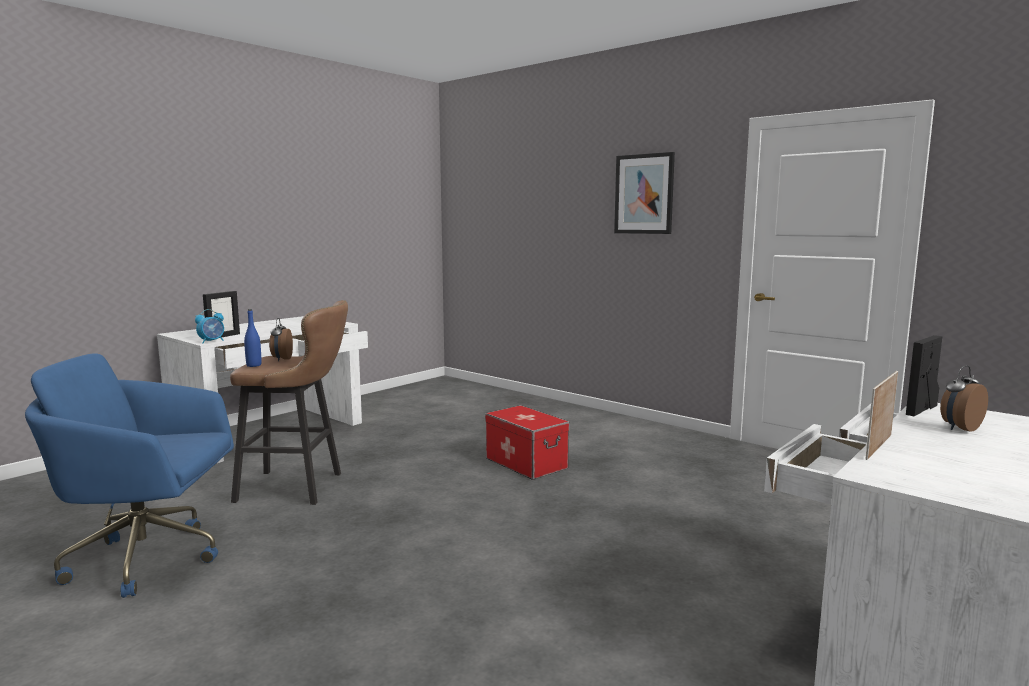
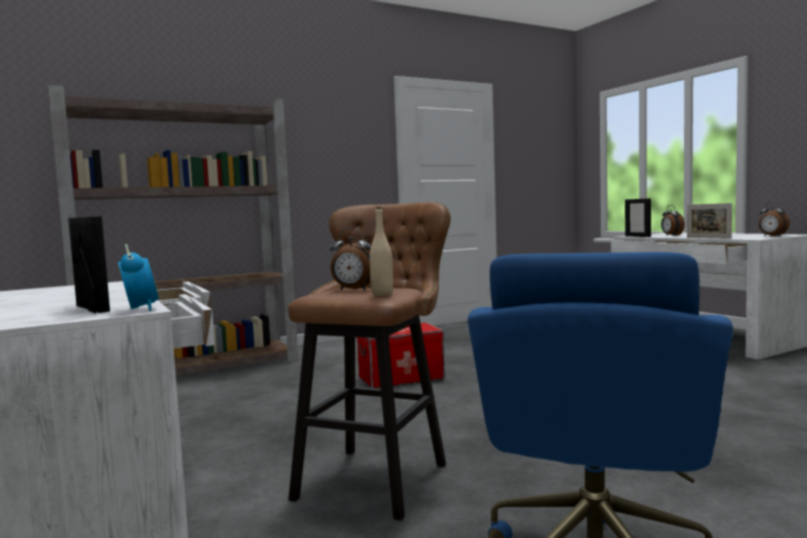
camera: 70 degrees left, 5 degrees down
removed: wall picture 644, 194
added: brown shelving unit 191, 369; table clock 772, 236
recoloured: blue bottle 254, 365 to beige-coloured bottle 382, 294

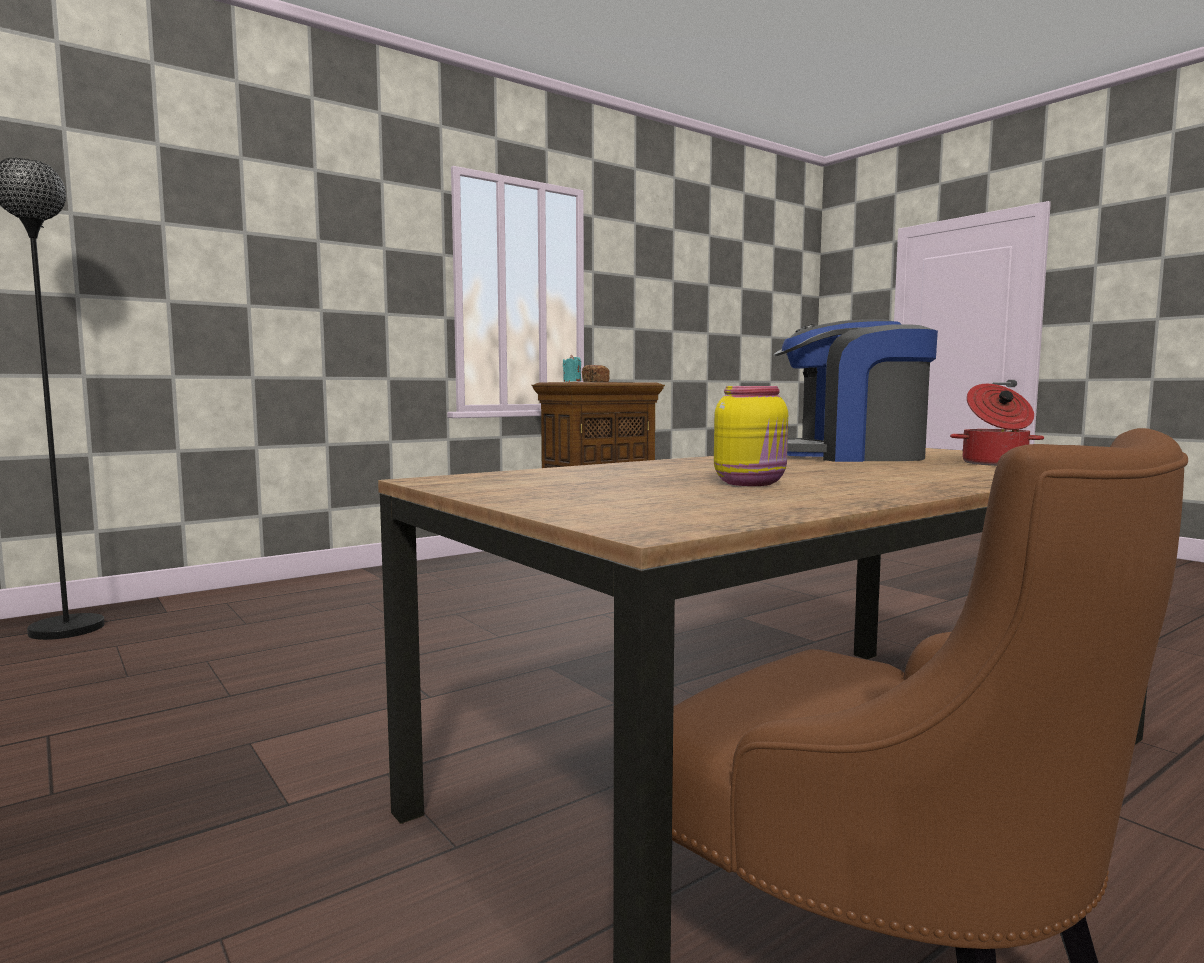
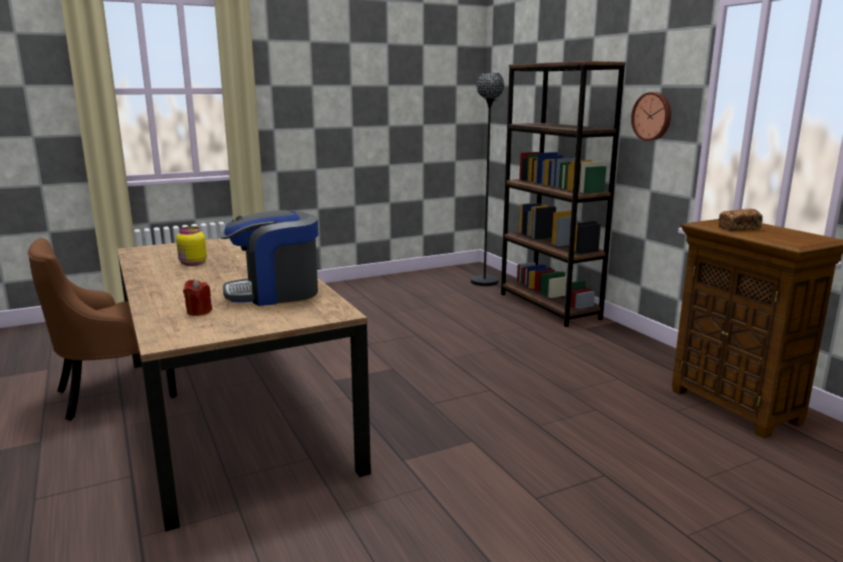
camera: 100 degrees right, 10 degrees up
removed: blue-green wax light 572, 381
added: brown shelving unit 549, 306; wall clock 652, 116
replaced: cooking pot 994, 463 to red wax light 199, 312
turned: coffee brewer 850, 456 = 274, 293 120 degrees counterclockwise

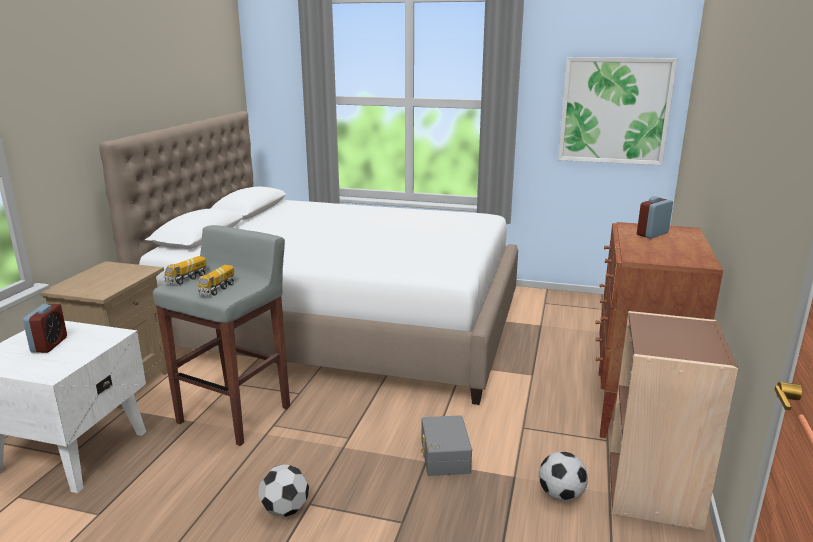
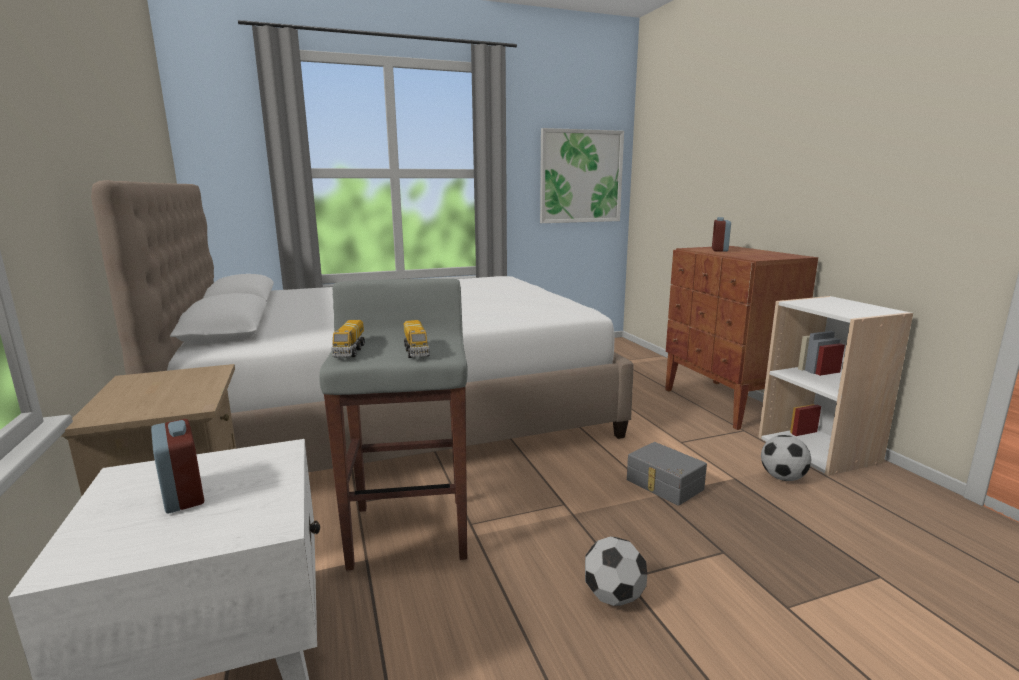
camera: 35 degrees left, 5 degrees down
recoloured: brown shelving unit 654, 489 to white shelving unit 819, 449

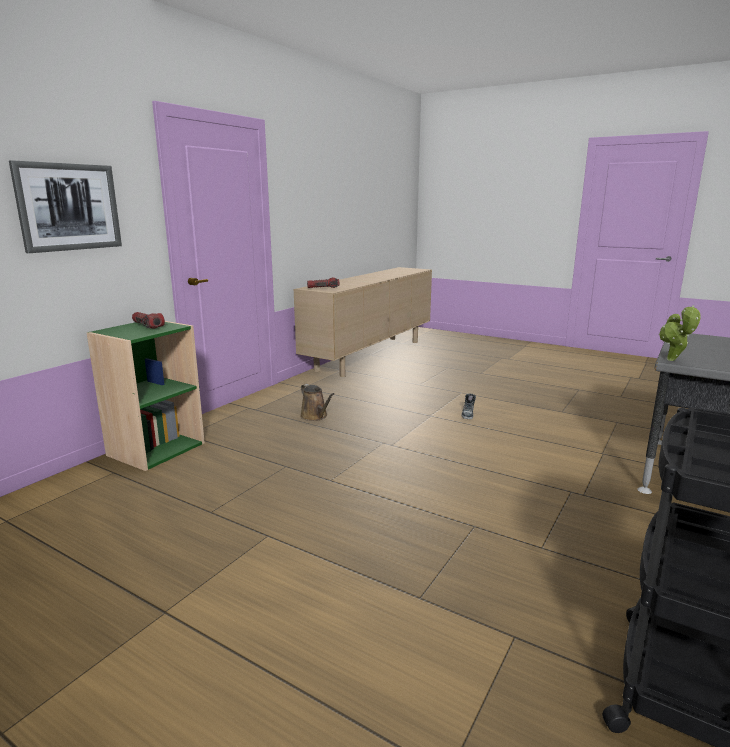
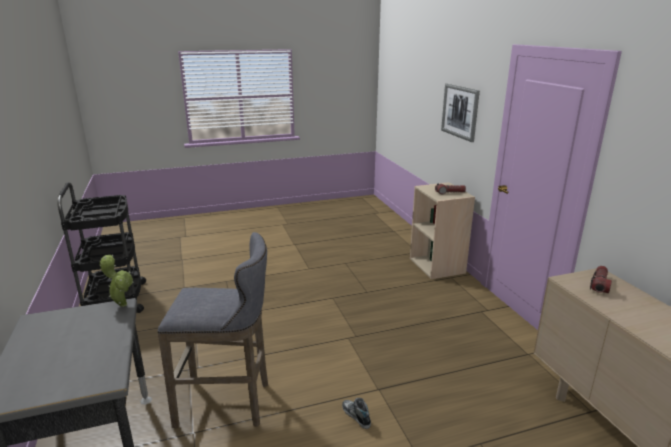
camera: 130 degrees right, 5 degrees up
removed: brown watering can 315, 416
added: greyish sitting stool 228, 403
recoloured: green-coloured shelving unit 156, 448 to beige-coloured shelving unit 437, 266

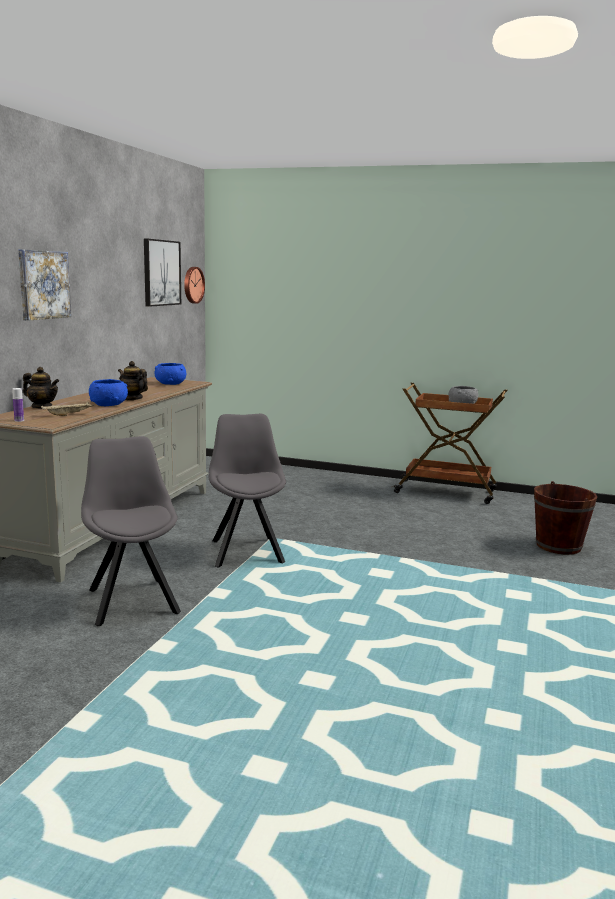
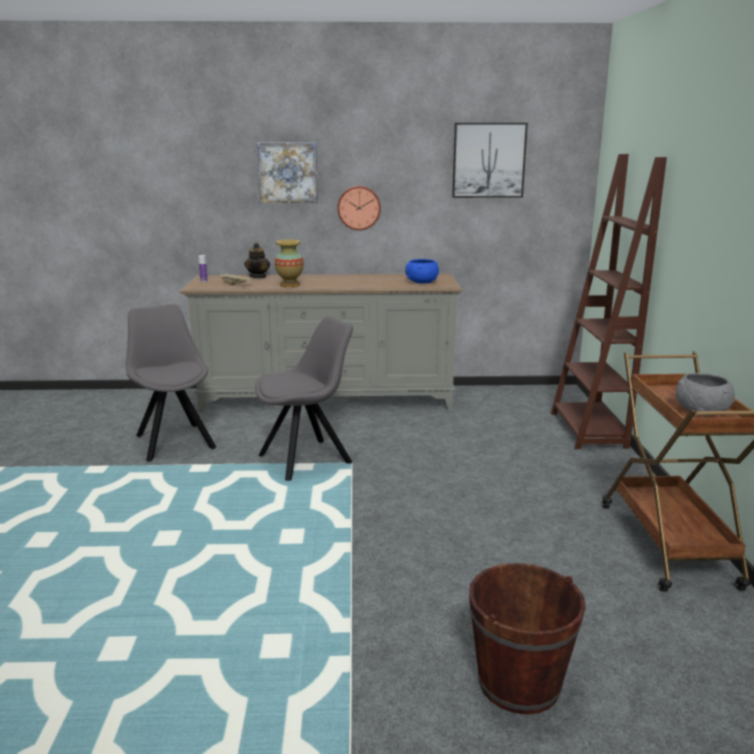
camera: 70 degrees right, 5 degrees up
removed: teapot 133, 398
added: brown shelving unit 588, 430
moved: wall clock 192, 285 to 359, 207
replaced: blue bowl 108, 404 to flower vase 290, 285
turned: greyish upright chair 132, 601 = 174, 441 75 degrees counterclockwise

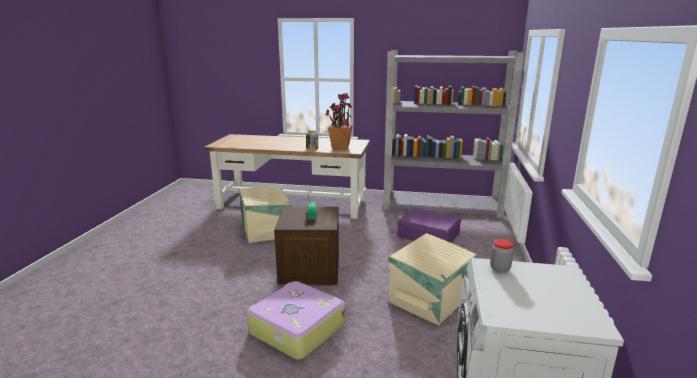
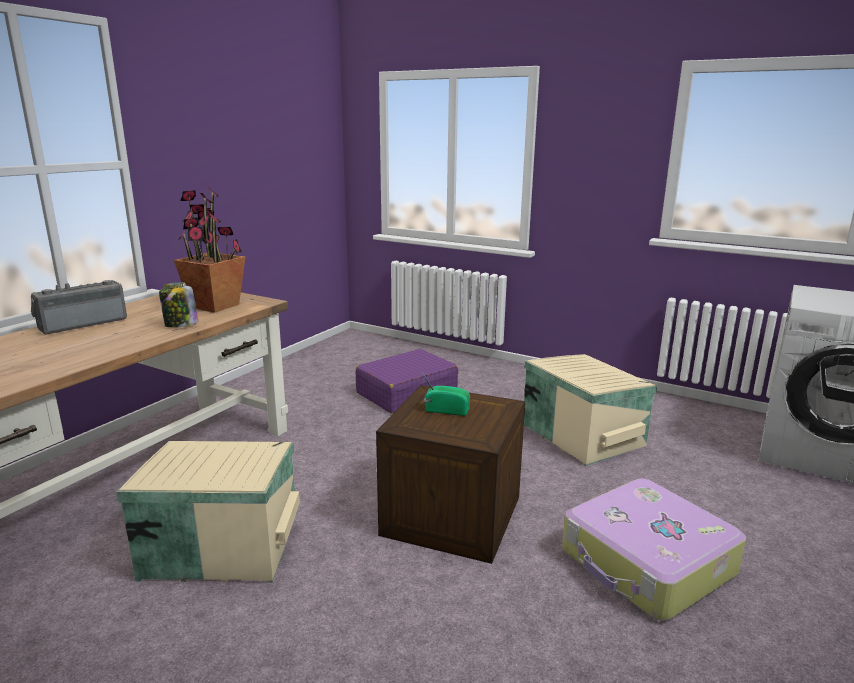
camera: 70 degrees left, 0 degrees up
removed: greyish shelving unit 441, 206; preserve jar 500, 269
added: radio 83, 323

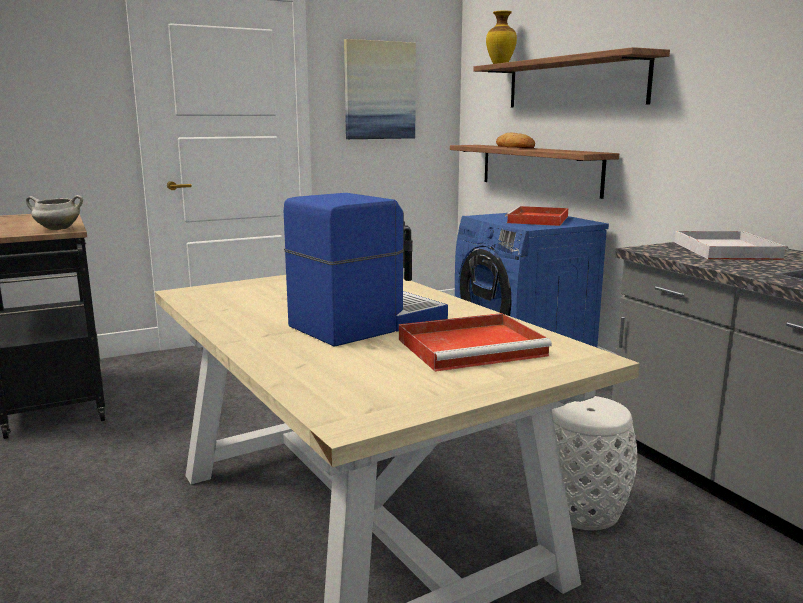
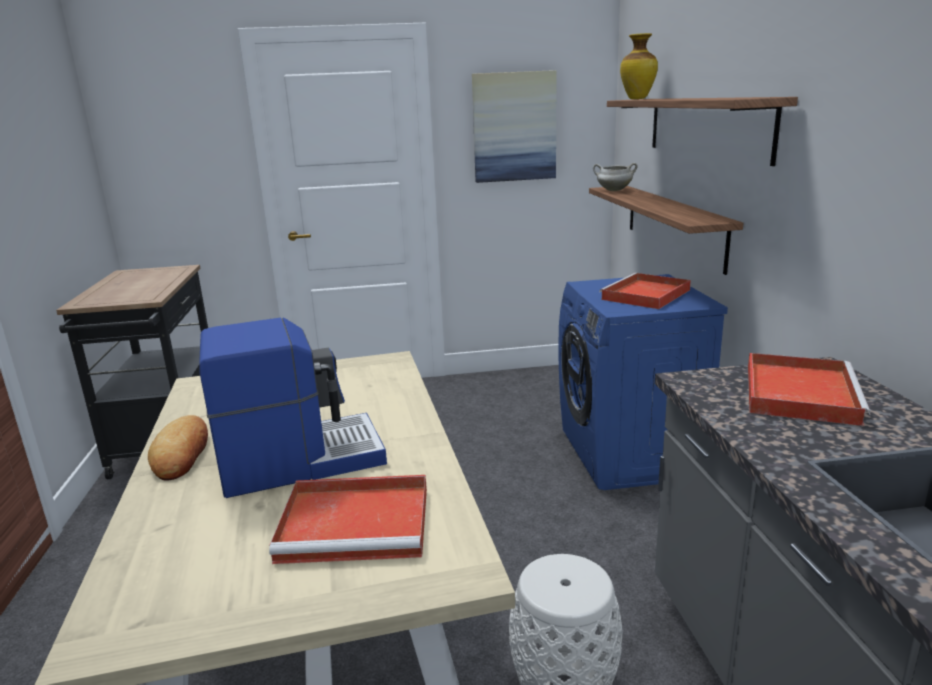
camera: 20 degrees right, 5 degrees up
moved: white cooking pot 57, 229 to 613, 190; bread 514, 147 to 182, 453
recoloured: white carrying tray 724, 250 to red carrying tray 798, 392

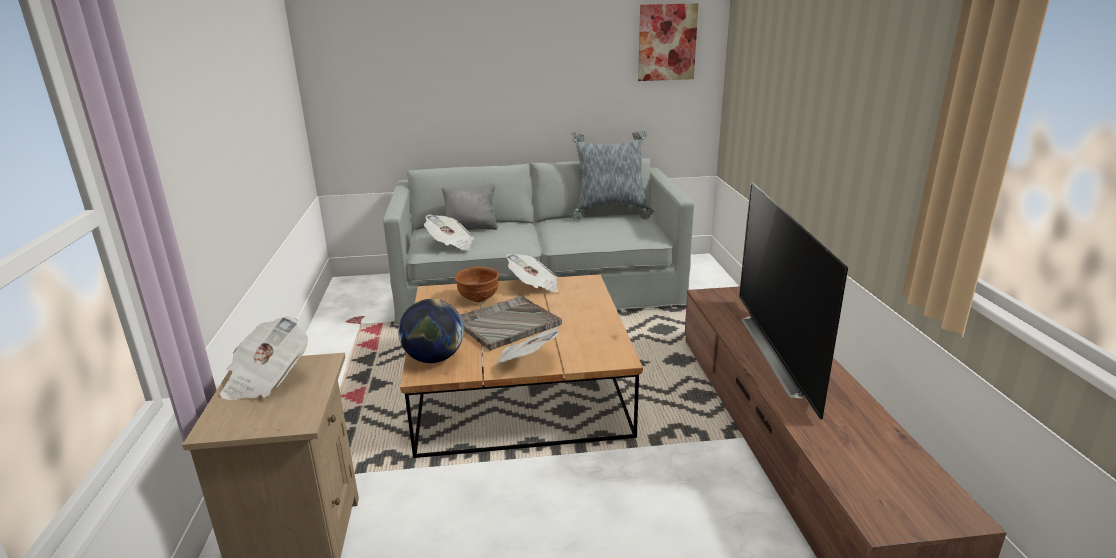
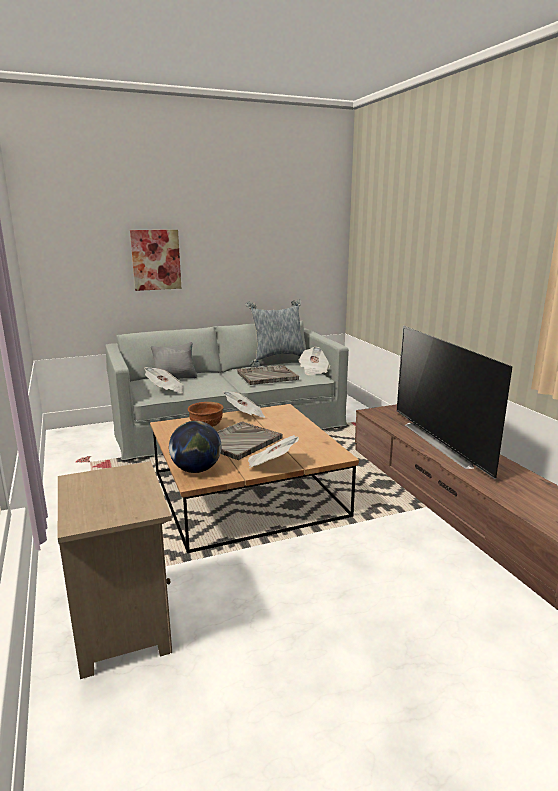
camera: 15 degrees left, 5 degrees down
added: greyish carrying tray 266, 376
moved: daily paper 266, 379 to 314, 370; wall picture 667, 42 to 156, 260

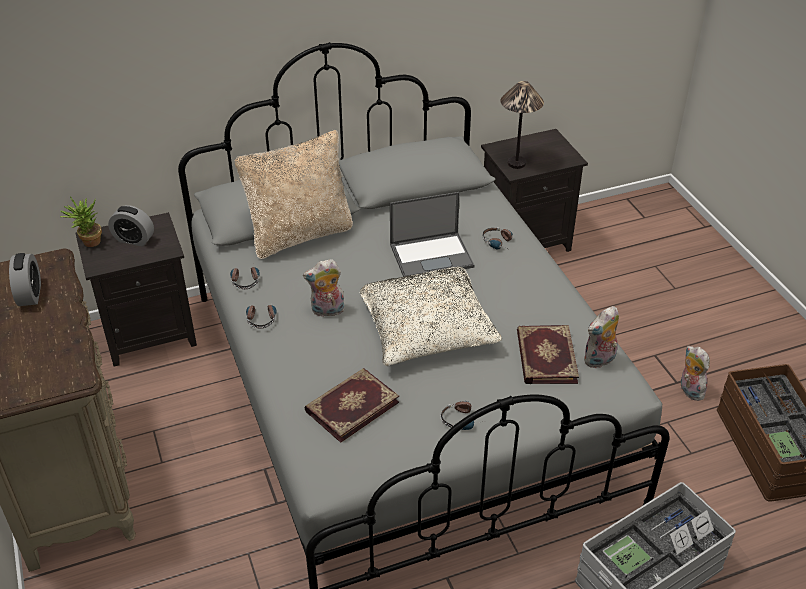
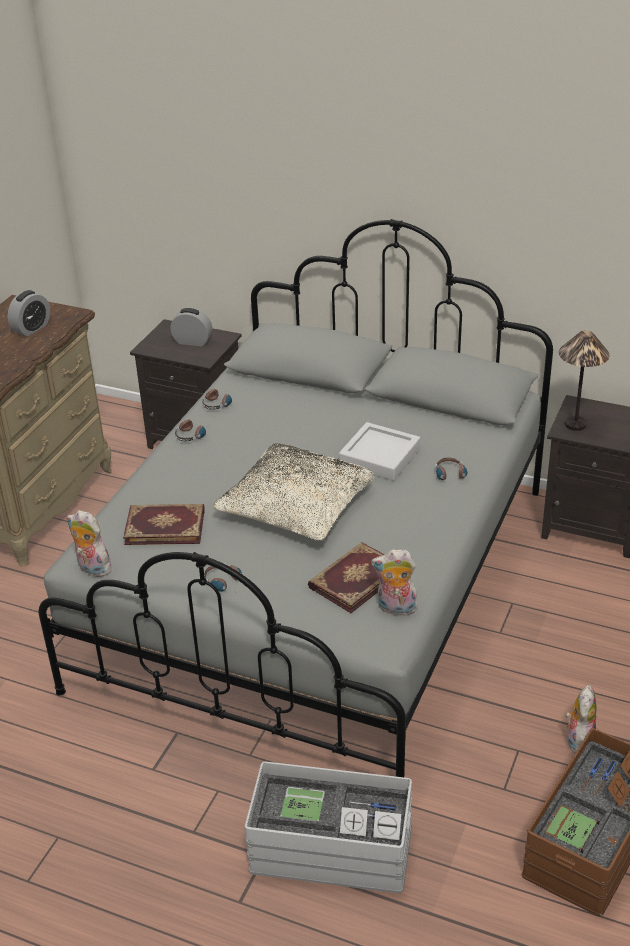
camera: 45 degrees right, 5 degrees down
removed: plant in a pot 88, 243; beige-coloured throw pillow 301, 236
moved: plush toy 327, 311 to 92, 569
replaced: notebook computer 432, 255 to greyish carrying tray 379, 457
turned: table clock 134, 239 = 192, 341 135 degrees clockwise

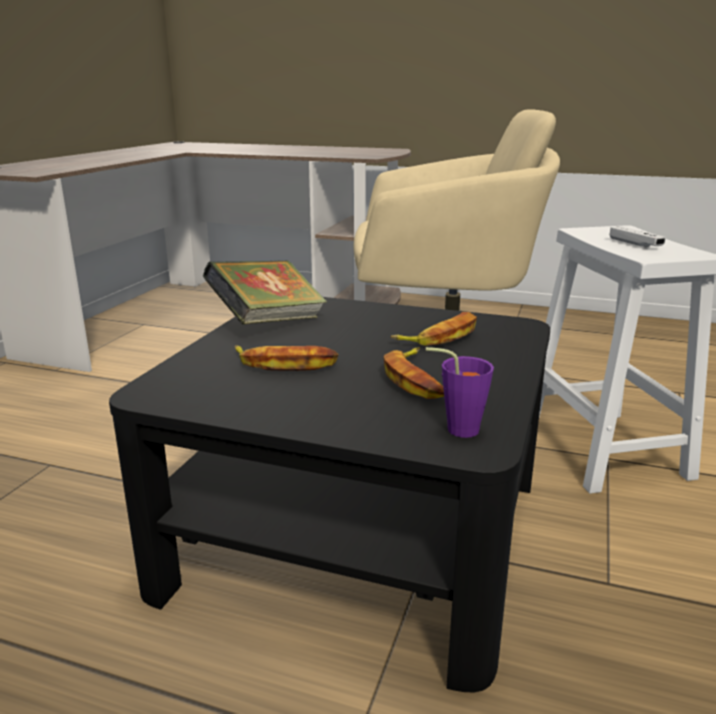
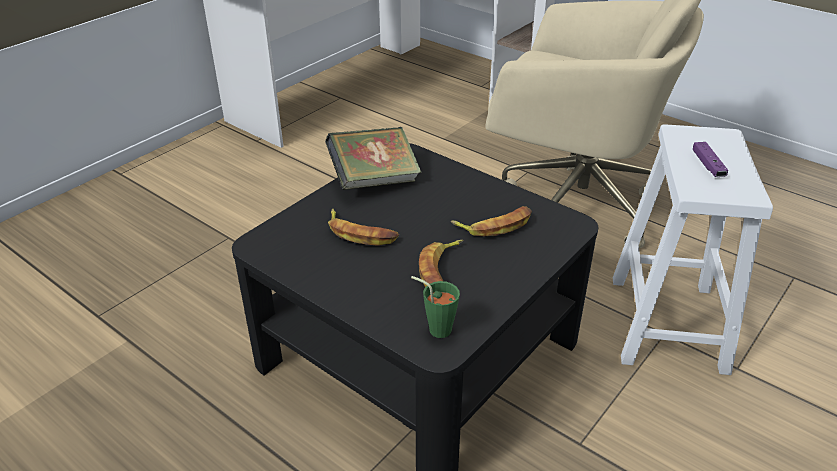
camera: 20 degrees right, 15 degrees up
recoloured: purplish cup 455, 429 to green-coloured cup 435, 328; white joypad 635, 244 to purplish joypad 708, 165

